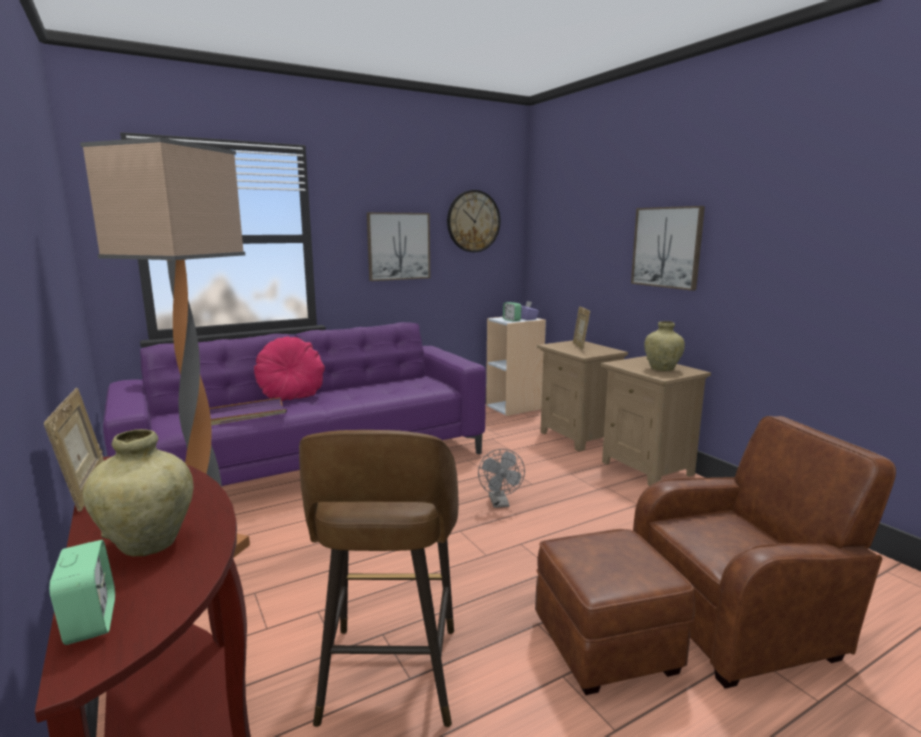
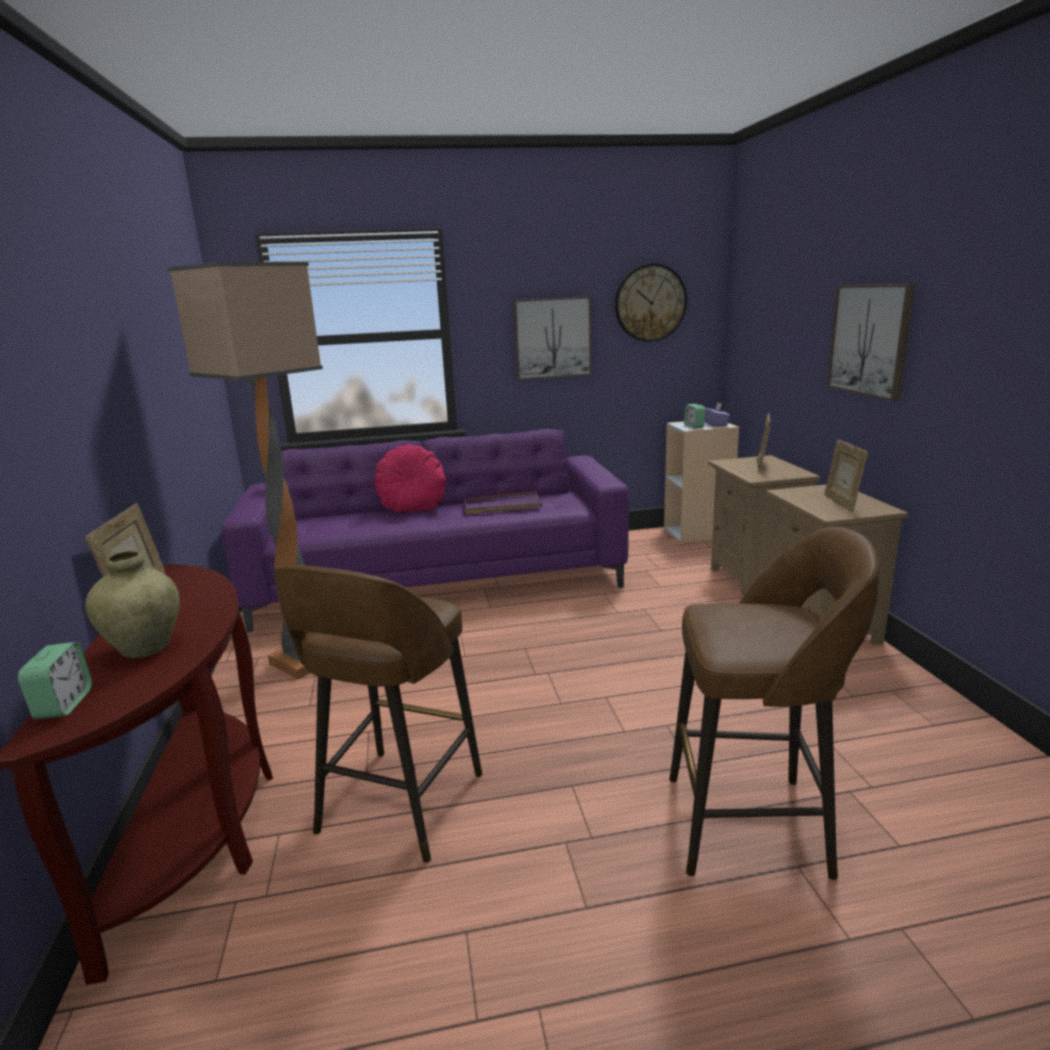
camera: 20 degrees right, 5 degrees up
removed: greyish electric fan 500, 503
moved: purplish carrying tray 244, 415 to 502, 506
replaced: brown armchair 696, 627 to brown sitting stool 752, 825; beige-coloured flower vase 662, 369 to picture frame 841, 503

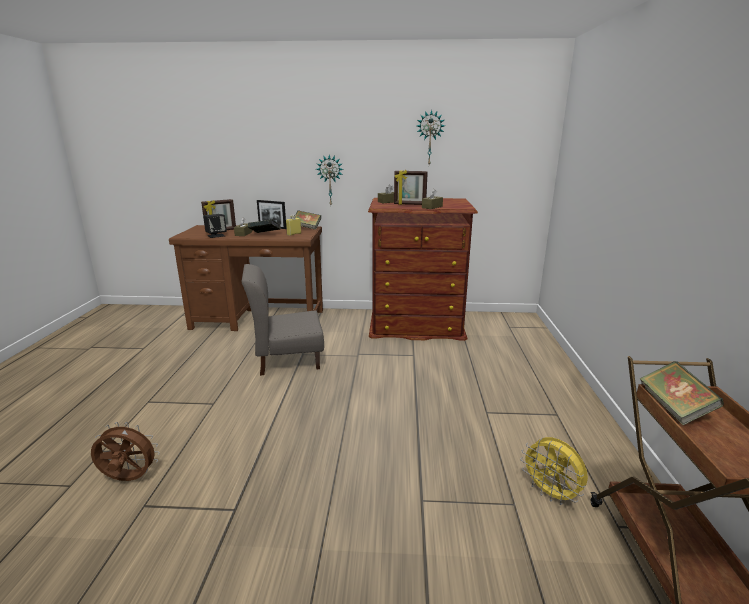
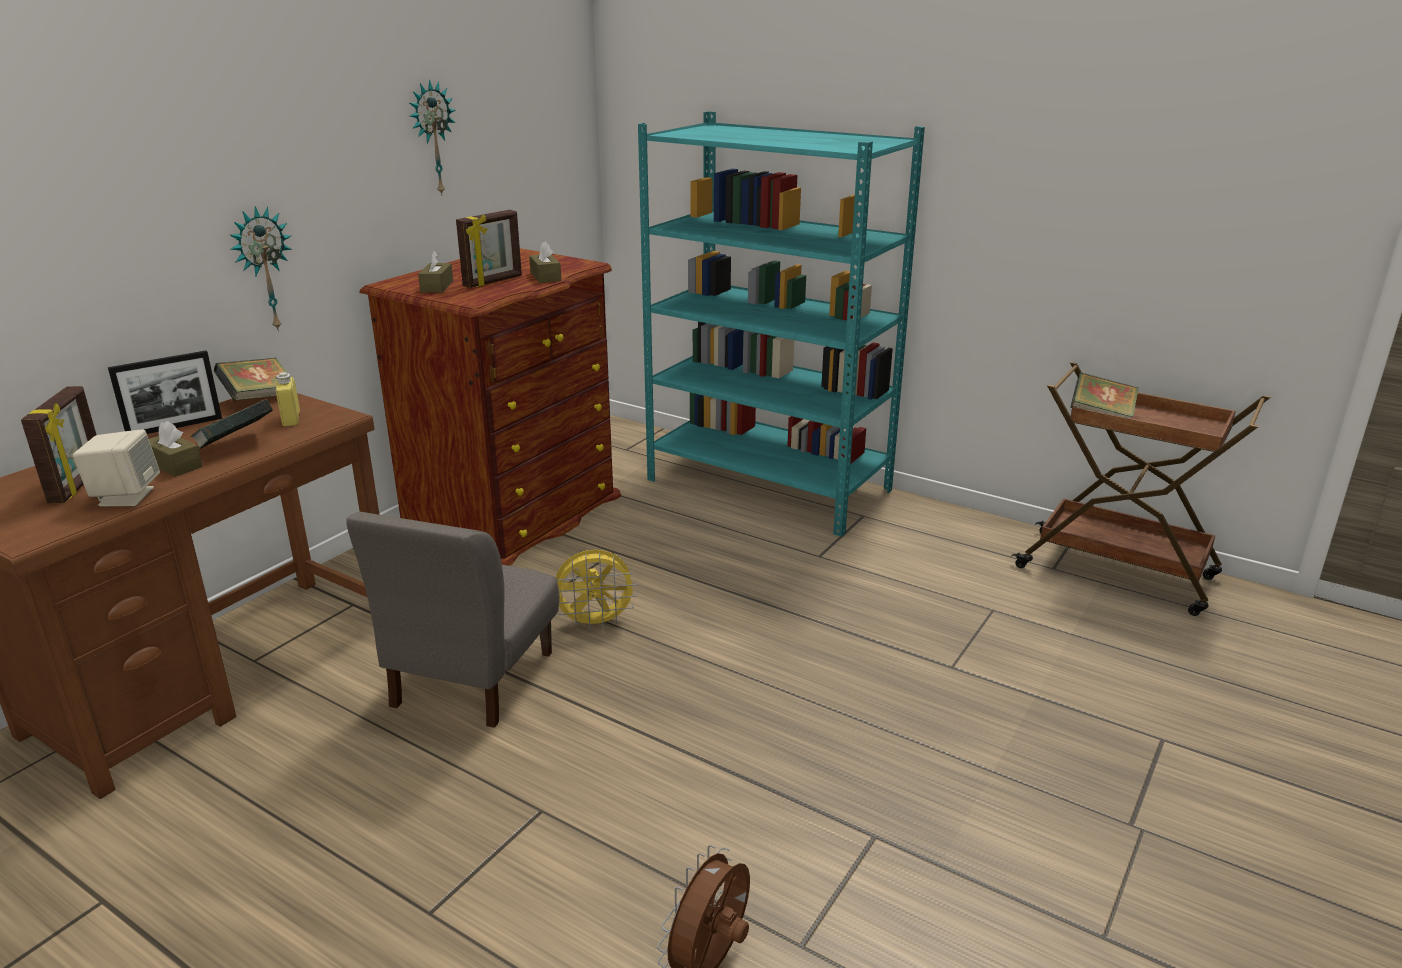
camera: 60 degrees left, 5 degrees up
added: blue-green shelving unit 768, 485
moved: yellow-coloured electric fan 551, 494 to 596, 623
recoloured: blackish audio speaker 216, 235 to beige-coloured audio speaker 126, 496

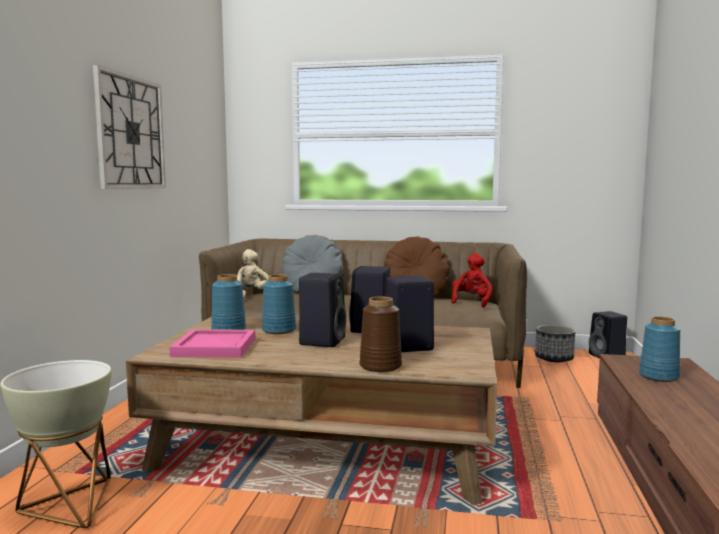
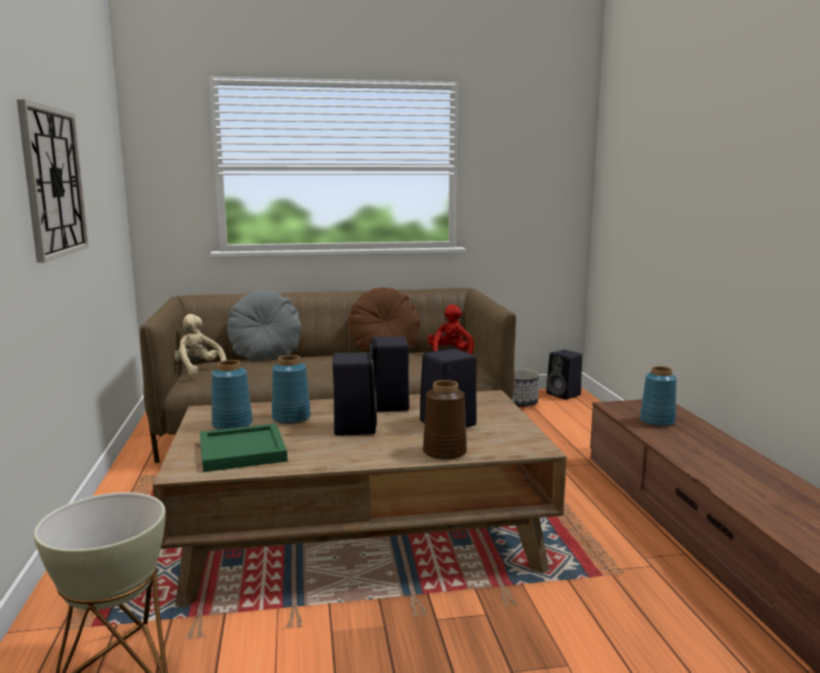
camera: 20 degrees left, 5 degrees up
recoloured: pink carrying tray 214, 347 to green-coloured carrying tray 241, 451

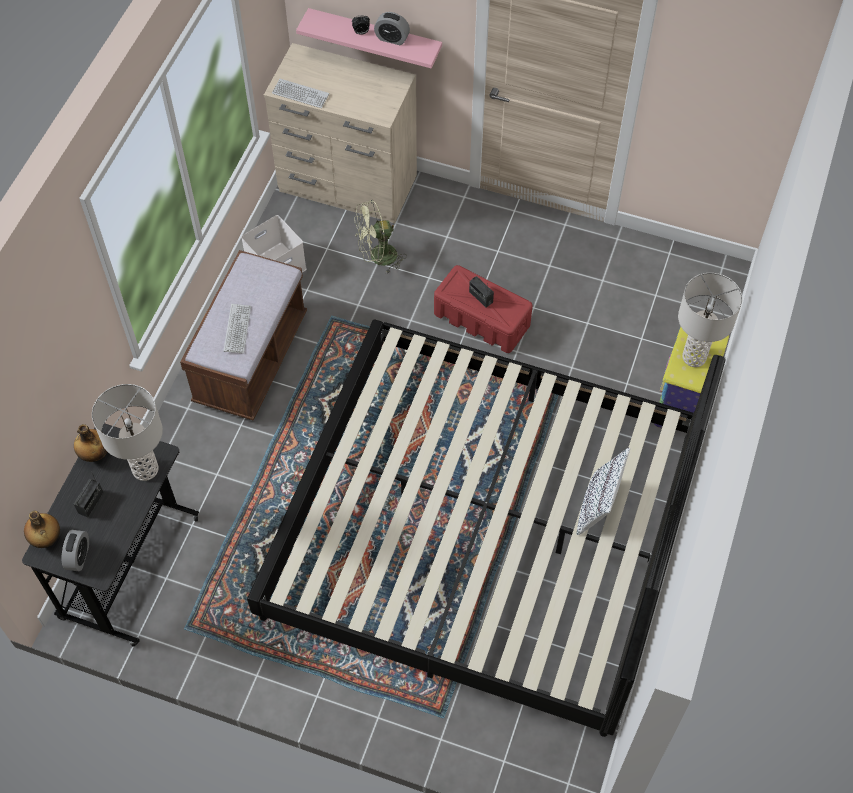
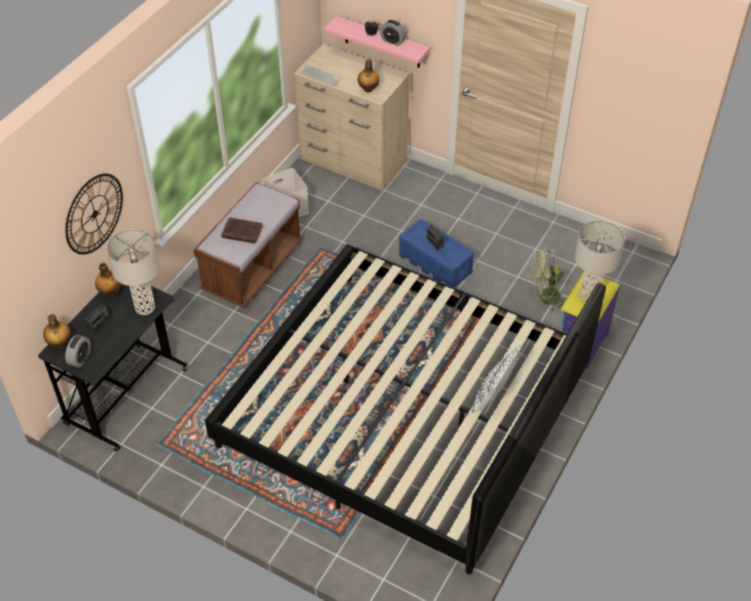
camera: 10 degrees right, 10 degrees down
added: wall clock 94, 214; bottle 368, 89
moved: green-coloured electric fan 377, 258 to 545, 298
replaced: keyboard 237, 329 to brown book 241, 232
recoloured: red storage bin 482, 320 to blue storage bin 435, 264

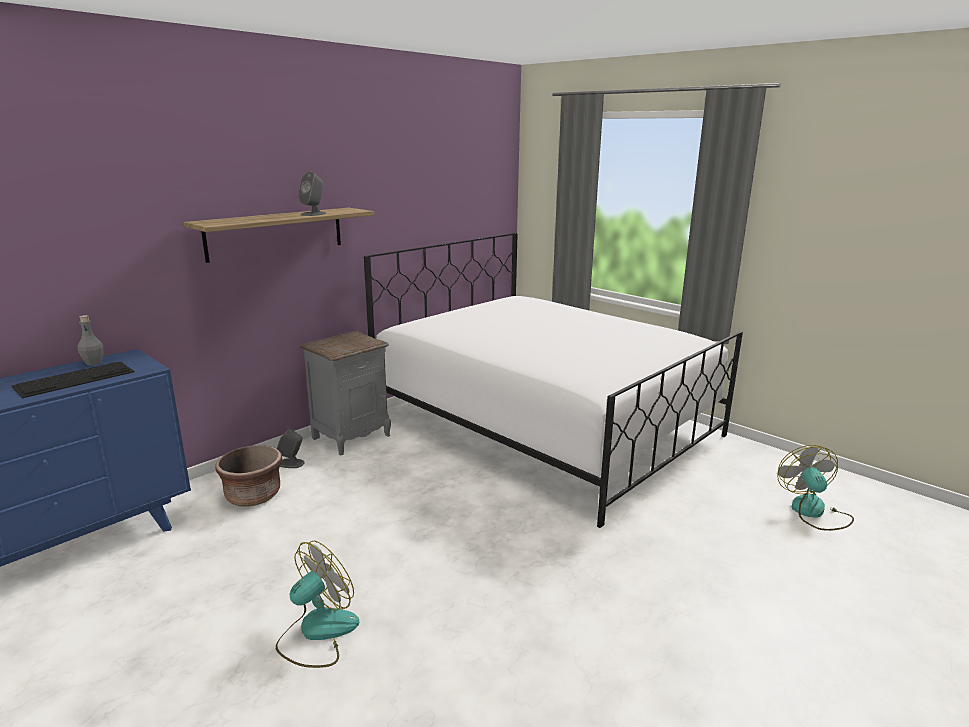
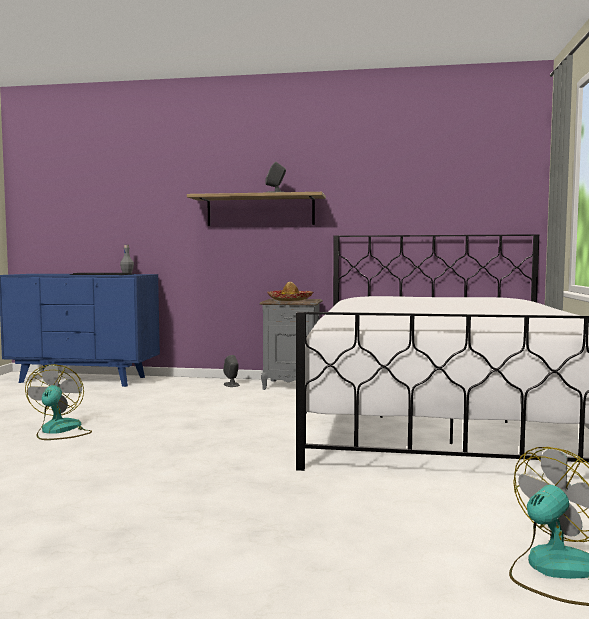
camera: 55 degrees right, 15 degrees down
removed: brown planter 253, 496
added: wearable hat 290, 300
turned: electric fan 317, 633 = 59, 431 105 degrees counterclockwise

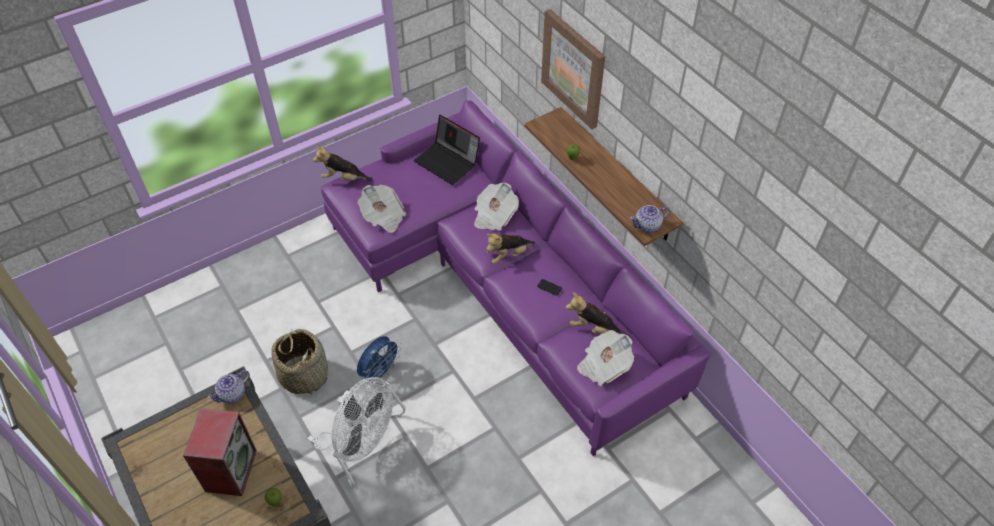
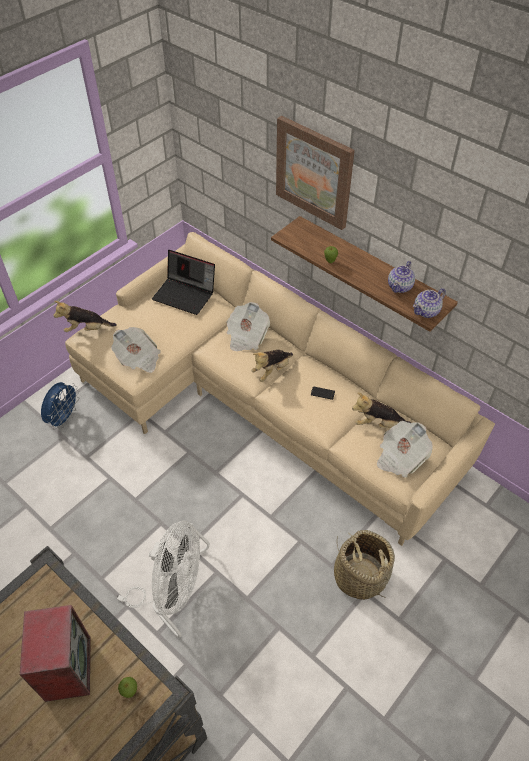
camera: 15 degrees left, 0 degrees up
moved: teapot 233, 394 to 400, 286; storage basket 304, 375 to 360, 575; blue electric fan 380, 372 to 64, 418
recoloured: purplish sofa 504, 285 to beige-coloured sofa 264, 401

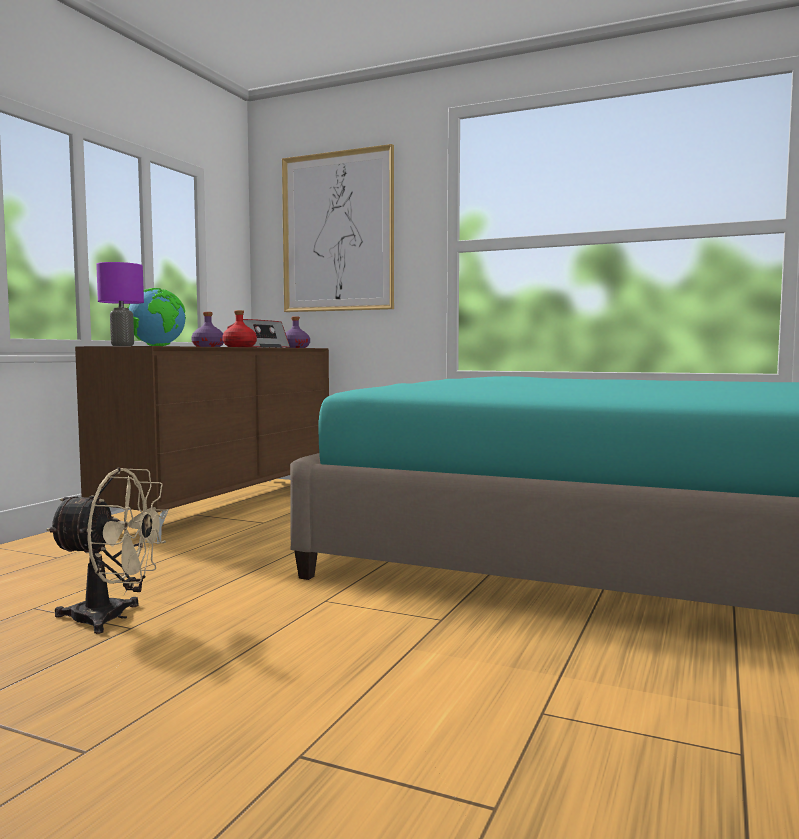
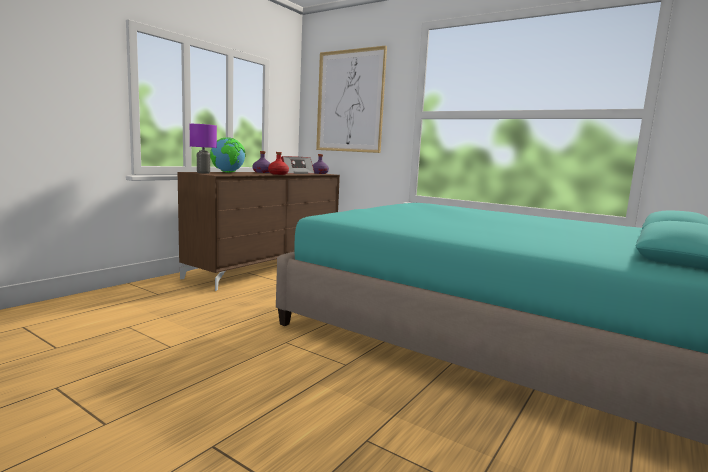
camera: 10 degrees right, 5 degrees up
removed: beige-coloured electric fan 112, 618

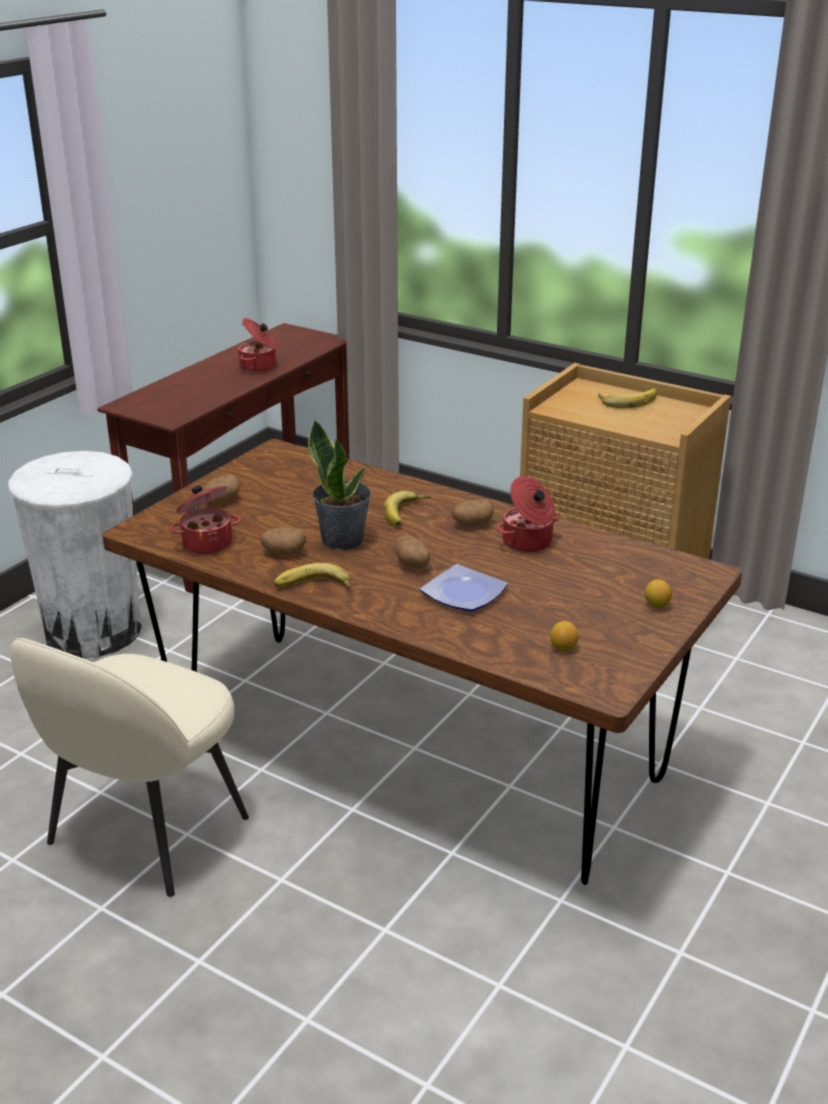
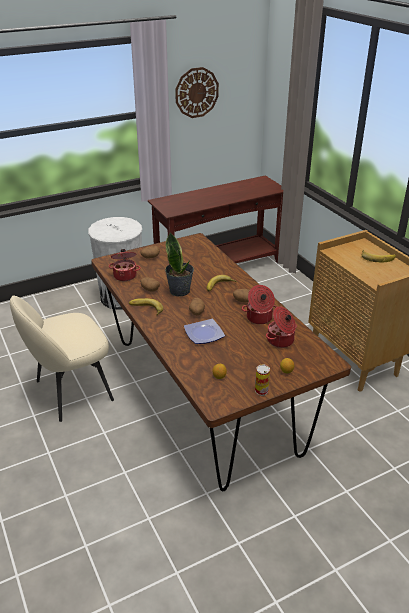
camera: 30 degrees right, 5 degrees up
added: wall clock 196, 92; can 261, 391
moved: cooking pot 259, 367 to 281, 340

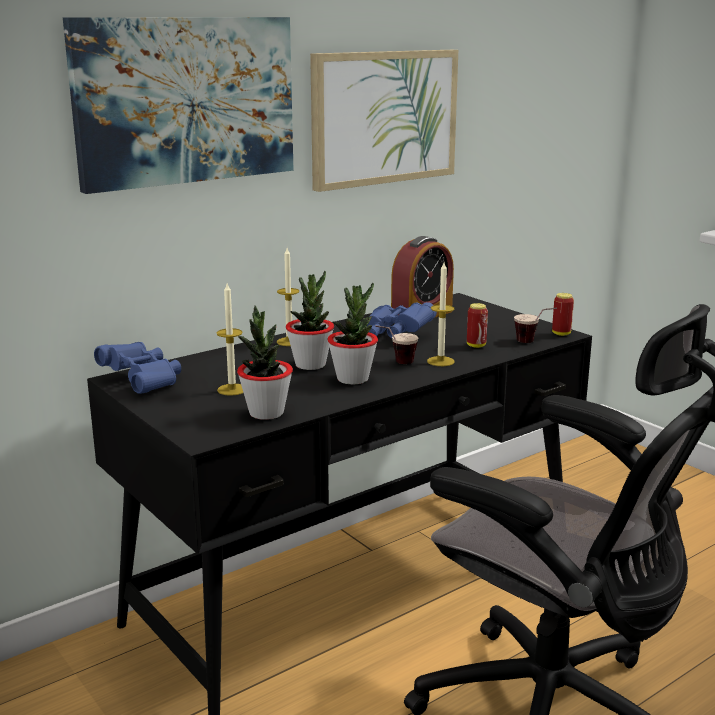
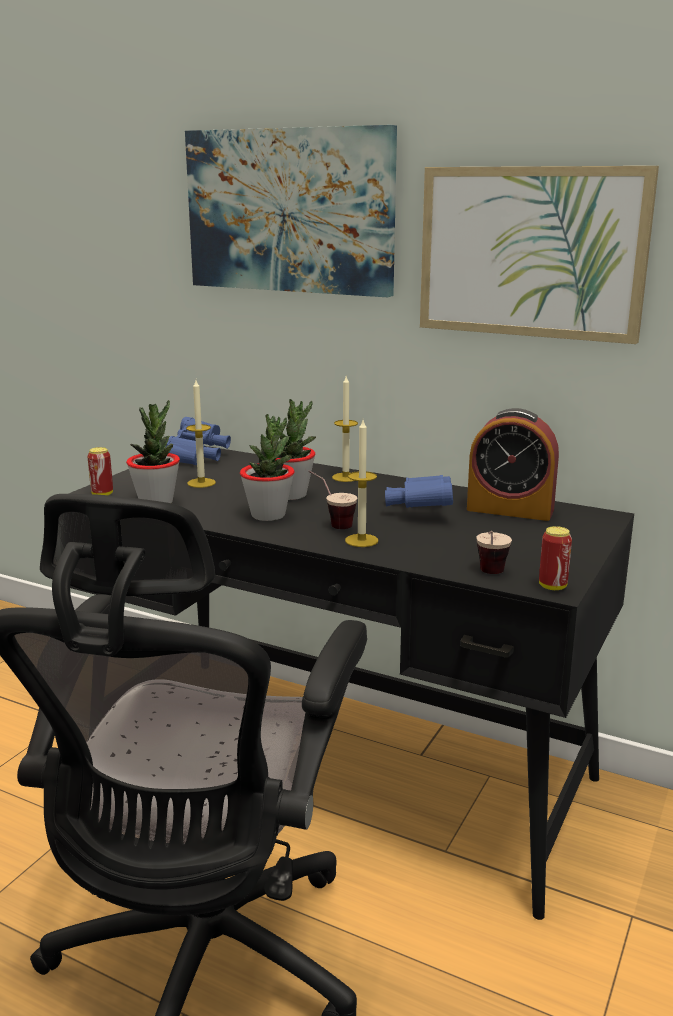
camera: 65 degrees right, 0 degrees up
moved: can 476, 345 to 102, 494

